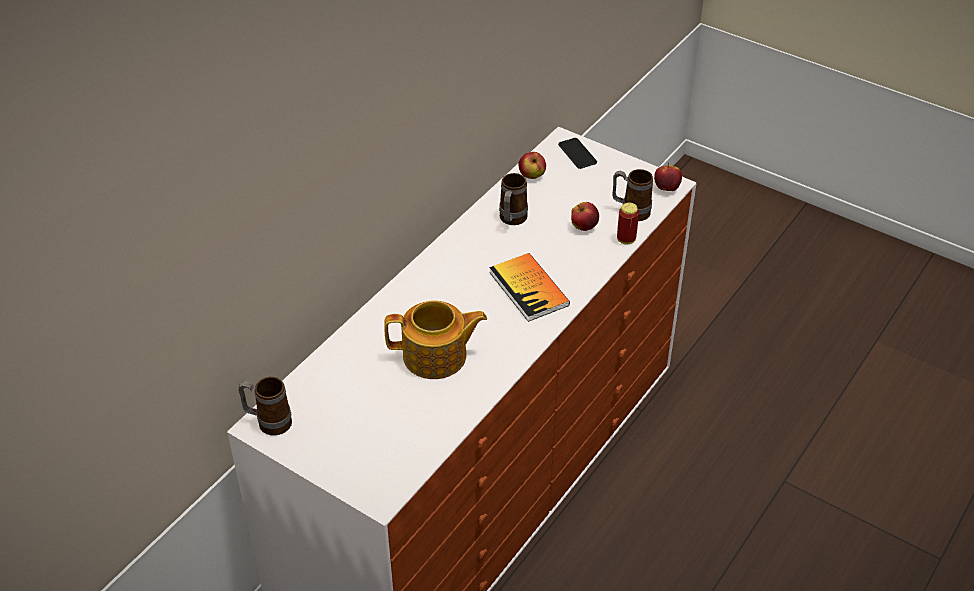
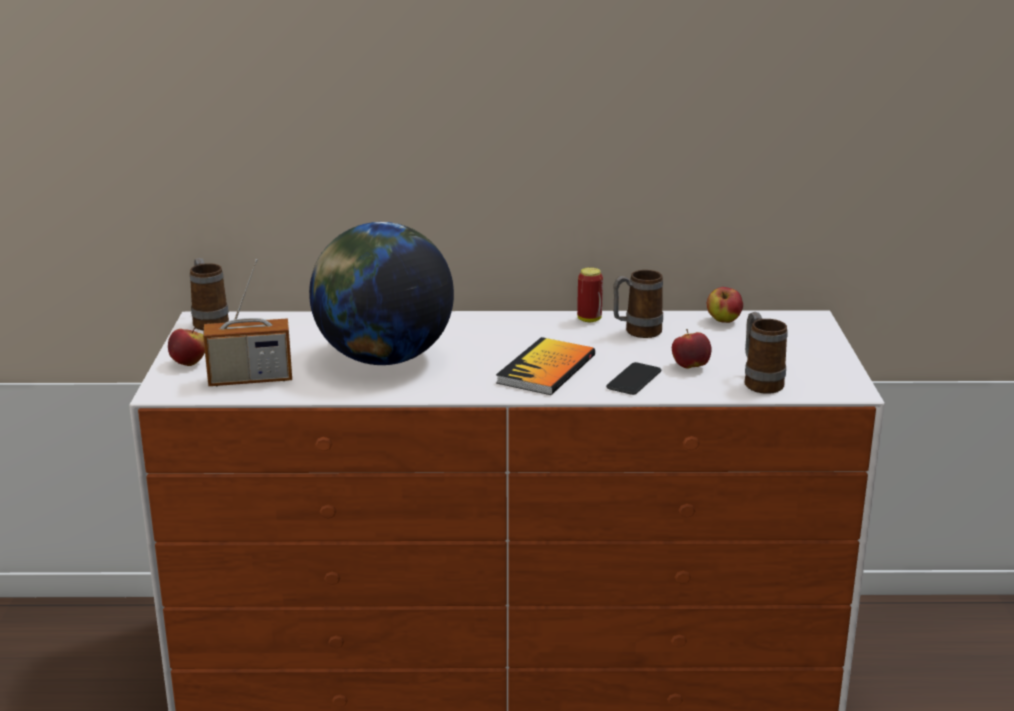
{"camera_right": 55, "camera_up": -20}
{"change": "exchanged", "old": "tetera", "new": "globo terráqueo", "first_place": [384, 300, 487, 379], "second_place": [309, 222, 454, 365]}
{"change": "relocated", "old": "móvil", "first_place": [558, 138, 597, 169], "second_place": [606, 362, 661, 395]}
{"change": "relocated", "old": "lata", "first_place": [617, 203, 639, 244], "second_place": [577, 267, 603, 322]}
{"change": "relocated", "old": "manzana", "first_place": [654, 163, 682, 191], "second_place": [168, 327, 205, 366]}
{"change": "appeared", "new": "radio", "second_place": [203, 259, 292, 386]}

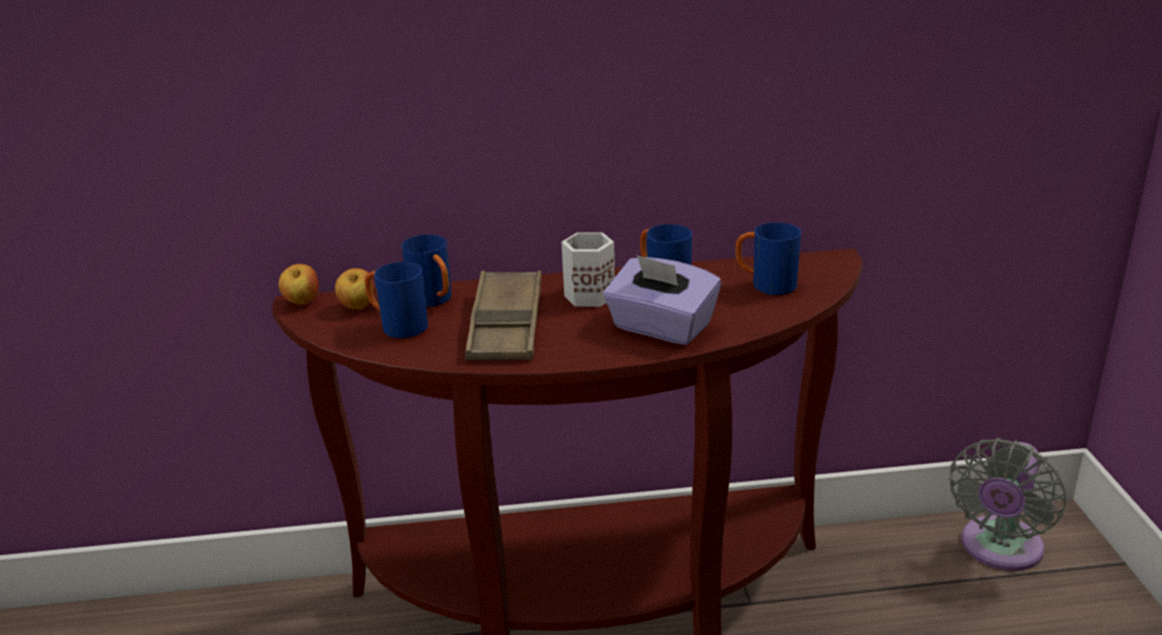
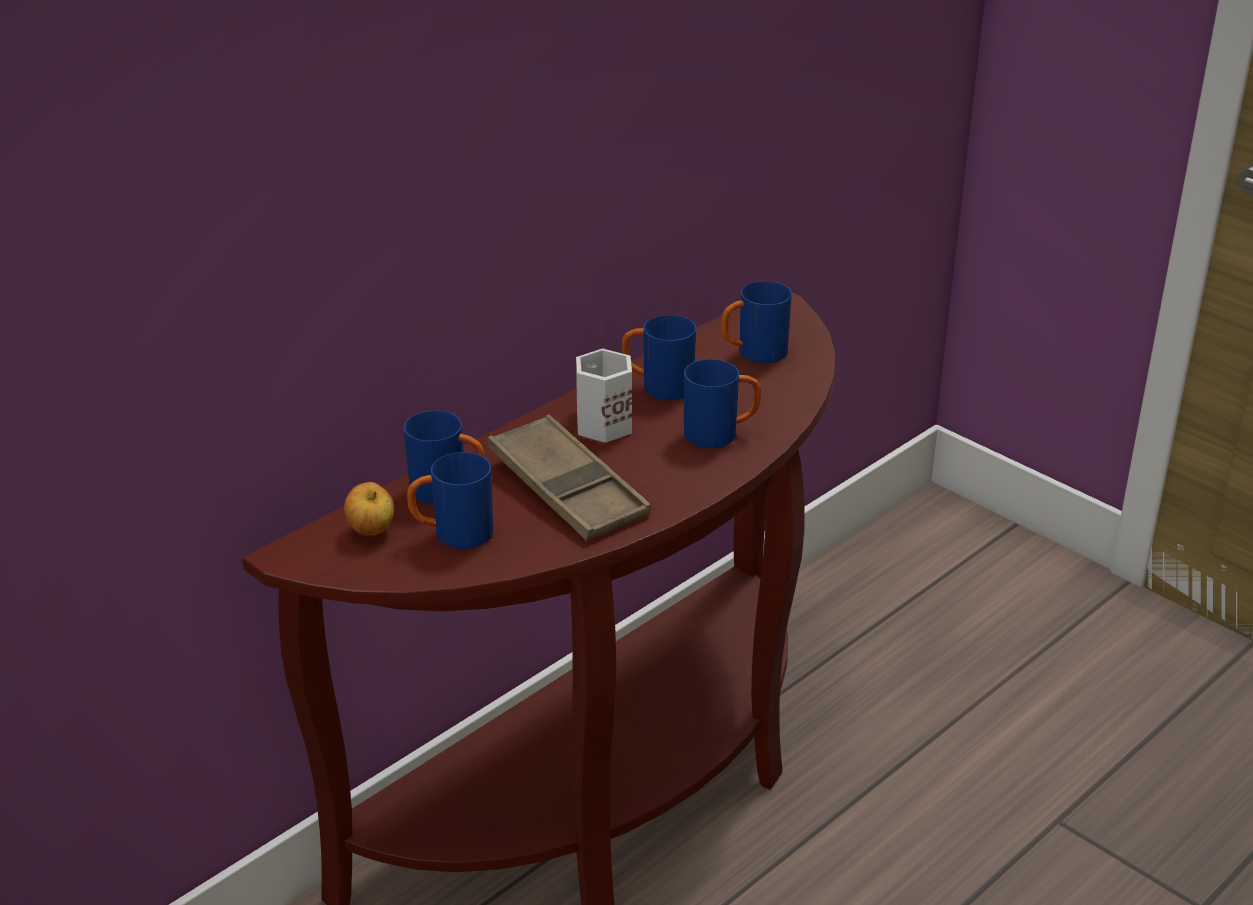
{"camera_right": -40, "camera_up": 5}
{"change": "missing", "old": "manzana", "first_place": [279, 264, 319, 305]}
{"change": "exchanged", "old": "caja de pañuelos/morado", "new": "taza grande/azul", "first_place": [603, 255, 721, 345], "second_place": [684, 359, 761, 448]}
{"change": "missing", "old": "ventilador/gris", "first_place": [950, 438, 1066, 571]}

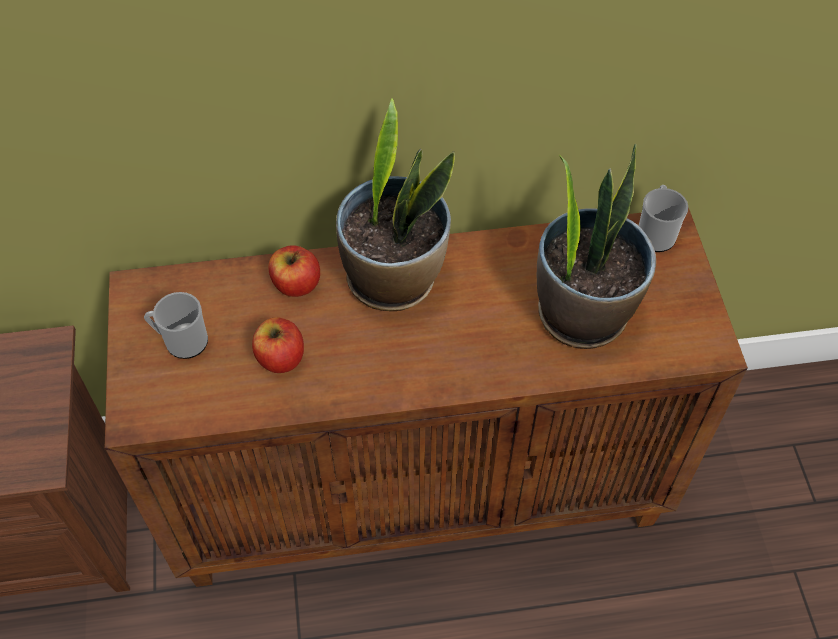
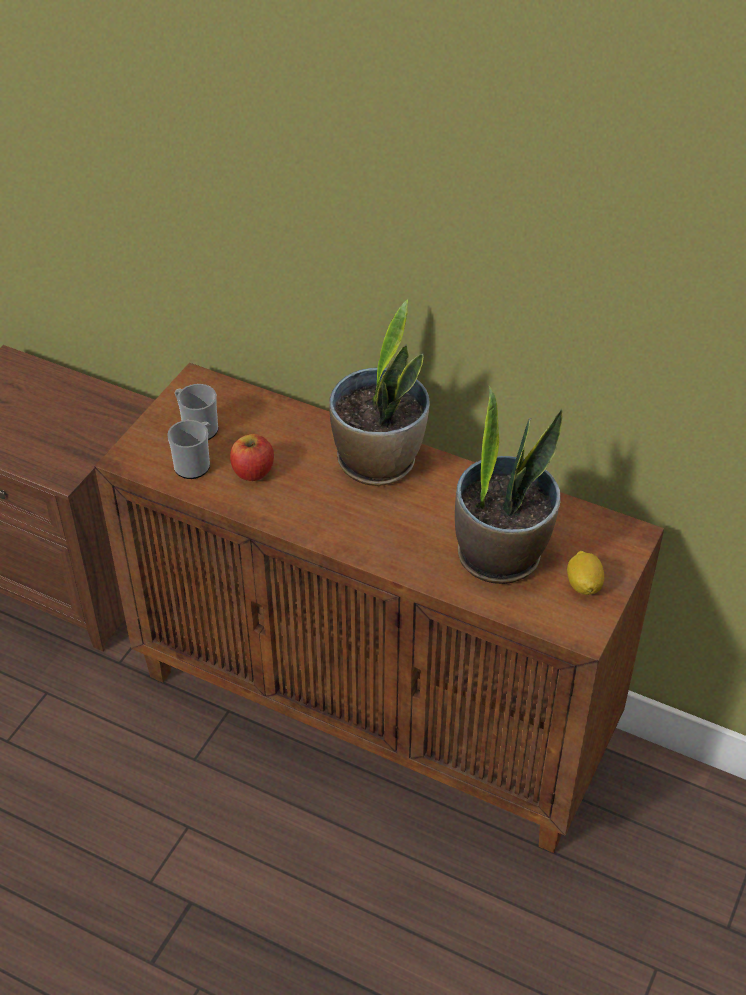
{"camera_right": 35, "camera_up": -10}
{"change": "missing", "old": "manzana", "first_place": [268, 245, 320, 297]}
{"change": "relocated", "old": "taza grande", "first_place": [639, 185, 688, 252], "second_place": [167, 420, 210, 479]}
{"change": "appeared", "new": "limón", "second_place": [567, 551, 604, 595]}

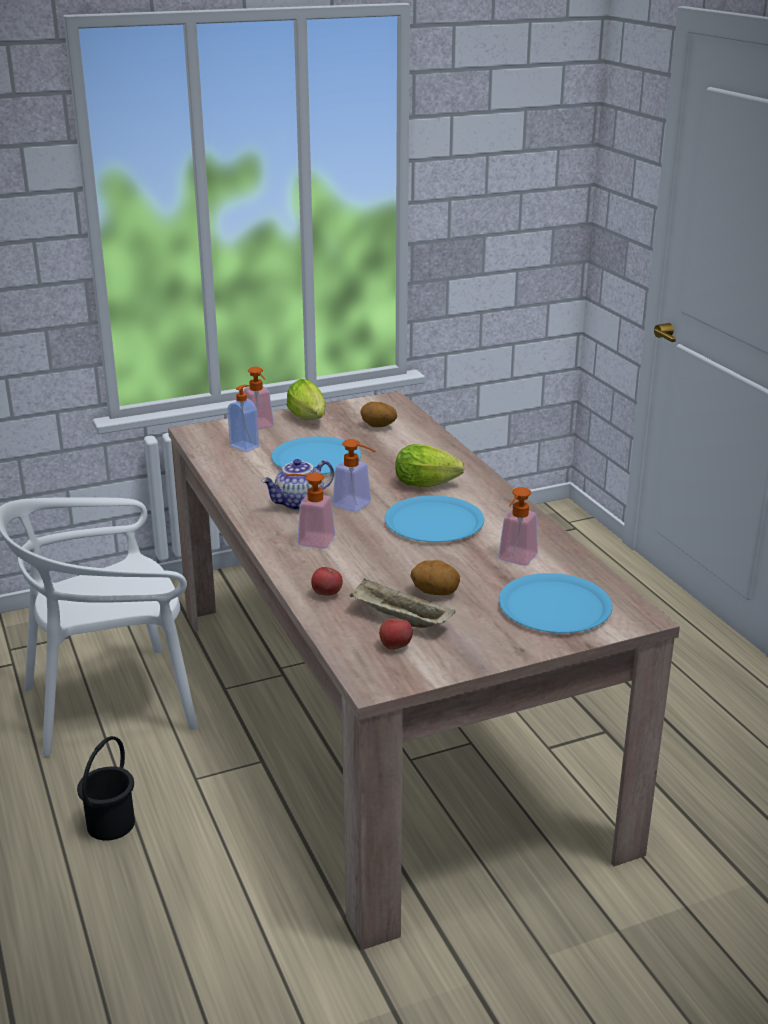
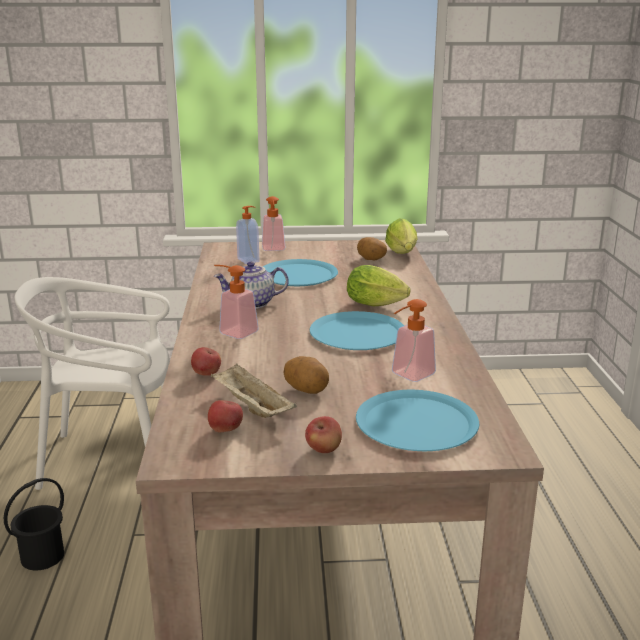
{"camera_right": 20, "camera_up": -5}
{"change": "relocated", "old": "lechuga", "first_place": [287, 379, 326, 420], "second_place": [385, 218, 418, 254]}
{"change": "missing", "old": "dispensador de jabón", "first_place": [332, 439, 375, 512]}
{"change": "appeared", "new": "manzana", "second_place": [305, 416, 342, 453]}

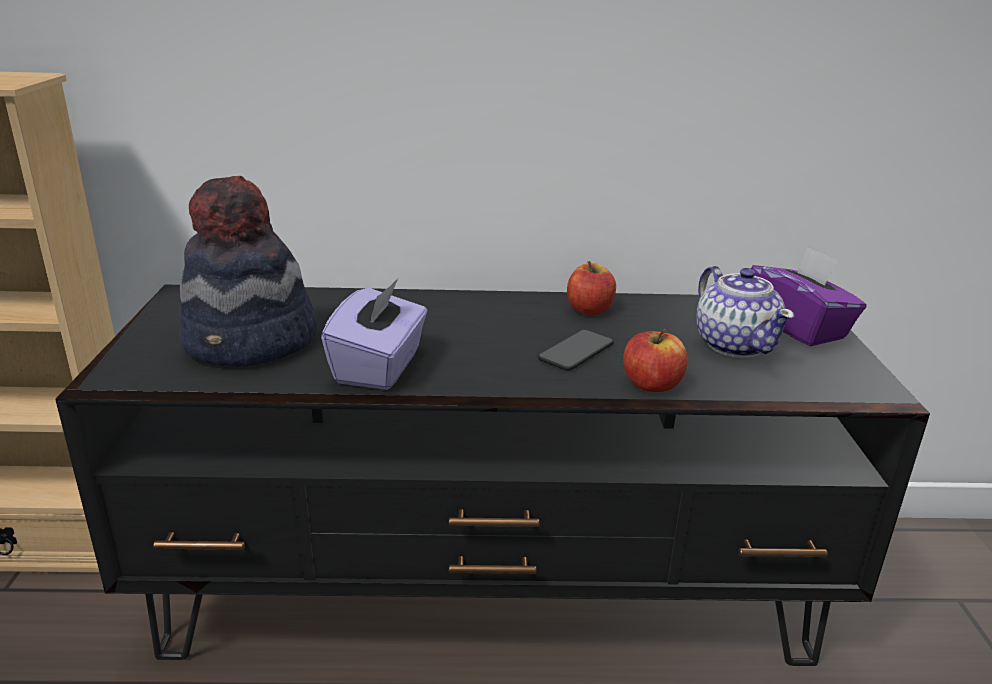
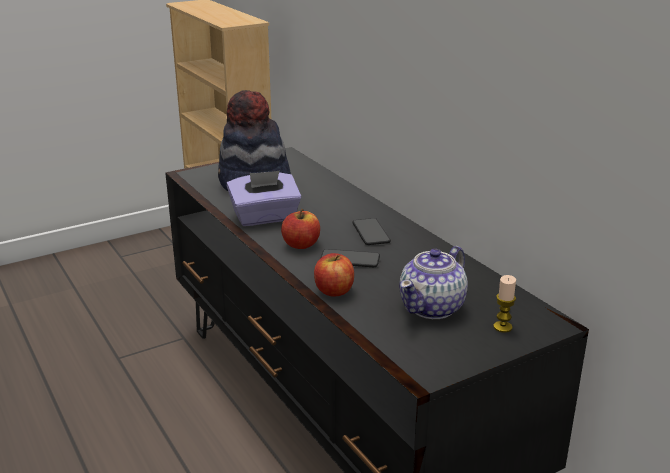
{"camera_right": 60, "camera_up": 0}
{"change": "relocated", "old": "manzana", "first_place": [567, 261, 616, 315], "second_place": [281, 209, 320, 249]}
{"change": "exchanged", "old": "caja de pañuelos/morado", "new": "vela", "first_place": [751, 247, 867, 346], "second_place": [493, 275, 516, 332]}
{"change": "appeared", "new": "móvil", "second_place": [352, 218, 391, 245]}

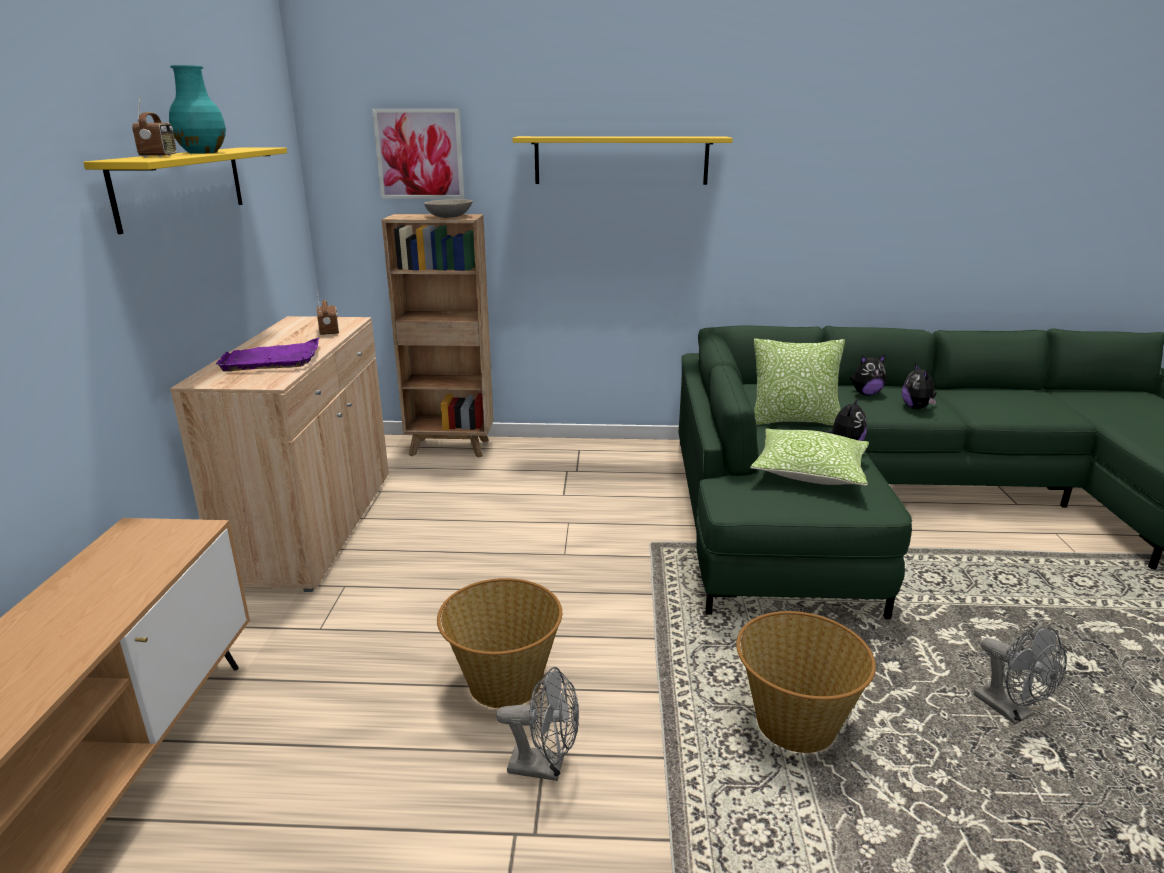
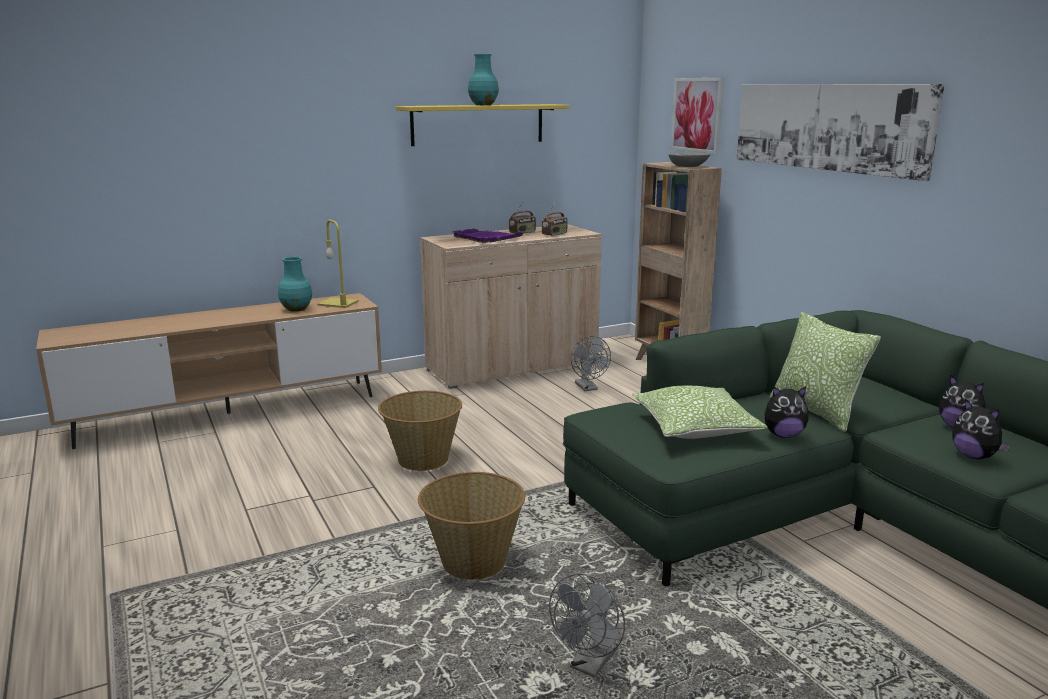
{"camera_right": 60, "camera_up": -5}
{"change": "relocated", "old": "radio", "first_place": [132, 94, 177, 157], "second_place": [509, 202, 536, 234]}
{"change": "relocated", "old": "ventilador/gris", "first_place": [496, 667, 579, 781], "second_place": [571, 336, 611, 391]}
{"change": "exchanged", "old": "estante/amarillo", "new": "cuadro", "first_place": [513, 136, 733, 185], "second_place": [737, 84, 945, 181]}
{"change": "spun", "old": "peluche", "first_place": [902, 362, 937, 409], "second_place": [952, 399, 1011, 459], "degrees": -90}
{"change": "appeared", "new": "florero/turquesa", "second_place": [278, 257, 312, 312]}
{"change": "appeared", "new": "lámpara de mesa/amarillo", "second_place": [318, 219, 359, 308]}

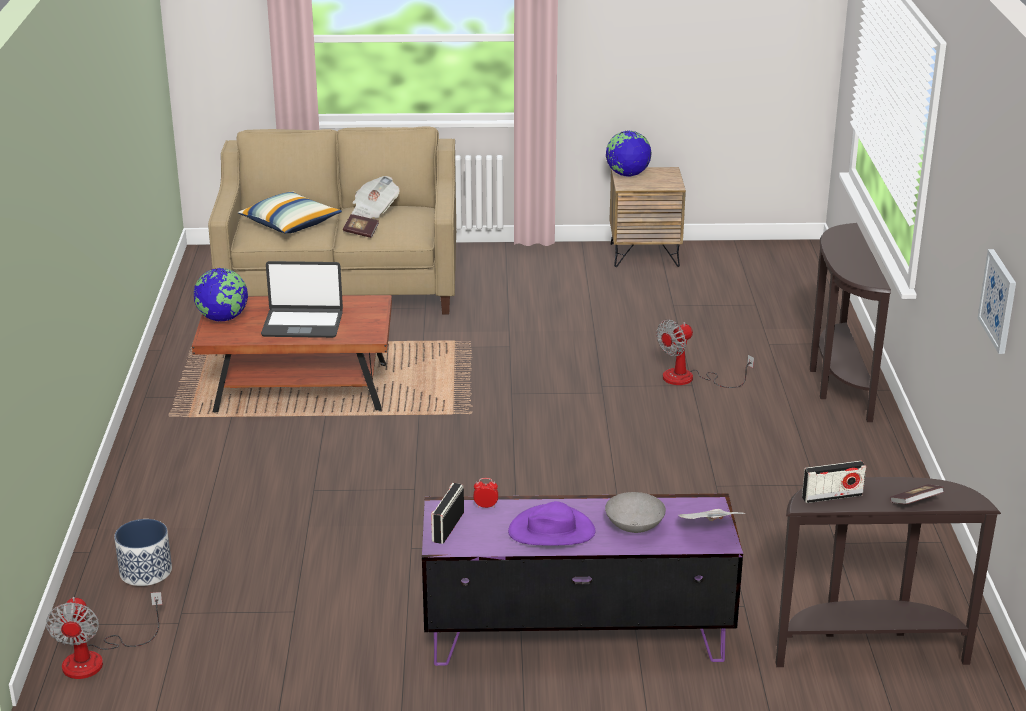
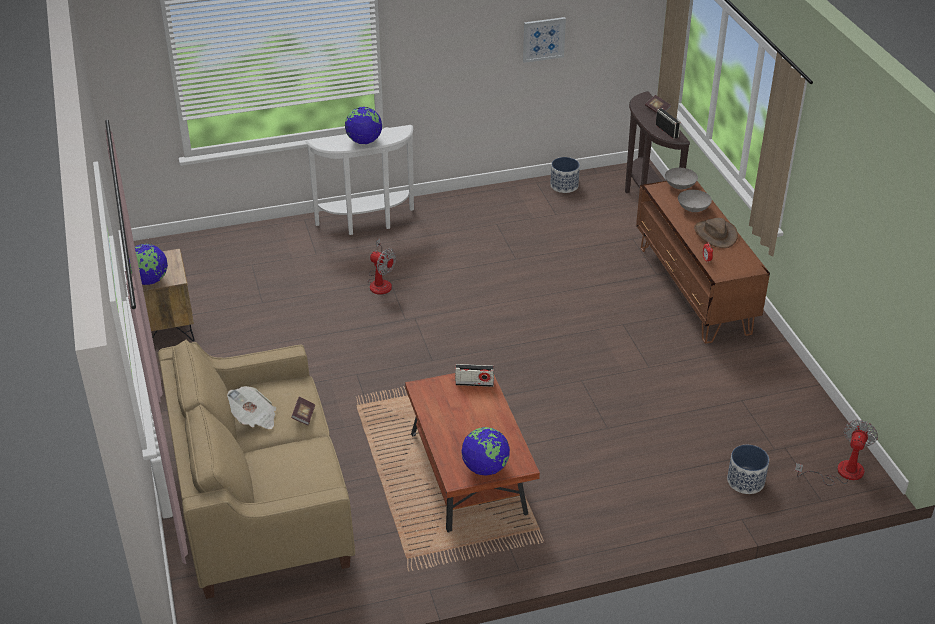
{"camera_right": -105, "camera_up": 10}
{"change": "spun", "old": "ventilador", "first_place": [46, 592, 163, 679], "second_place": [795, 420, 878, 486], "degrees": -45}
{"change": "missing", "old": "cojín", "first_place": [238, 192, 342, 234]}
{"change": "missing", "old": "portátil", "first_place": [261, 261, 343, 338]}
{"change": "colour", "old": "mueble de televisión/morado", "new": "mueble de televisión/marrón", "first_place": [422, 493, 743, 666], "second_place": [636, 181, 770, 344]}
{"change": "relocated", "old": "radio", "first_place": [431, 483, 464, 544], "second_place": [455, 364, 494, 387]}
{"change": "colour", "old": "sombrero/morado", "new": "sombrero/marrón", "first_place": [508, 501, 595, 546], "second_place": [694, 218, 738, 248]}
{"change": "exchanged", "old": "periódico", "new": "cuenco/gris", "first_place": [679, 509, 746, 521], "second_place": [665, 168, 698, 190]}
{"change": "colour", "old": "mesa consola/marrón", "new": "mesa consola/blanco", "first_place": [810, 223, 891, 422], "second_place": [305, 125, 414, 235]}
{"change": "appeared", "new": "globo terráqueo", "second_place": [345, 107, 382, 144]}
{"change": "appeared", "new": "maceta", "second_place": [550, 157, 580, 193]}

